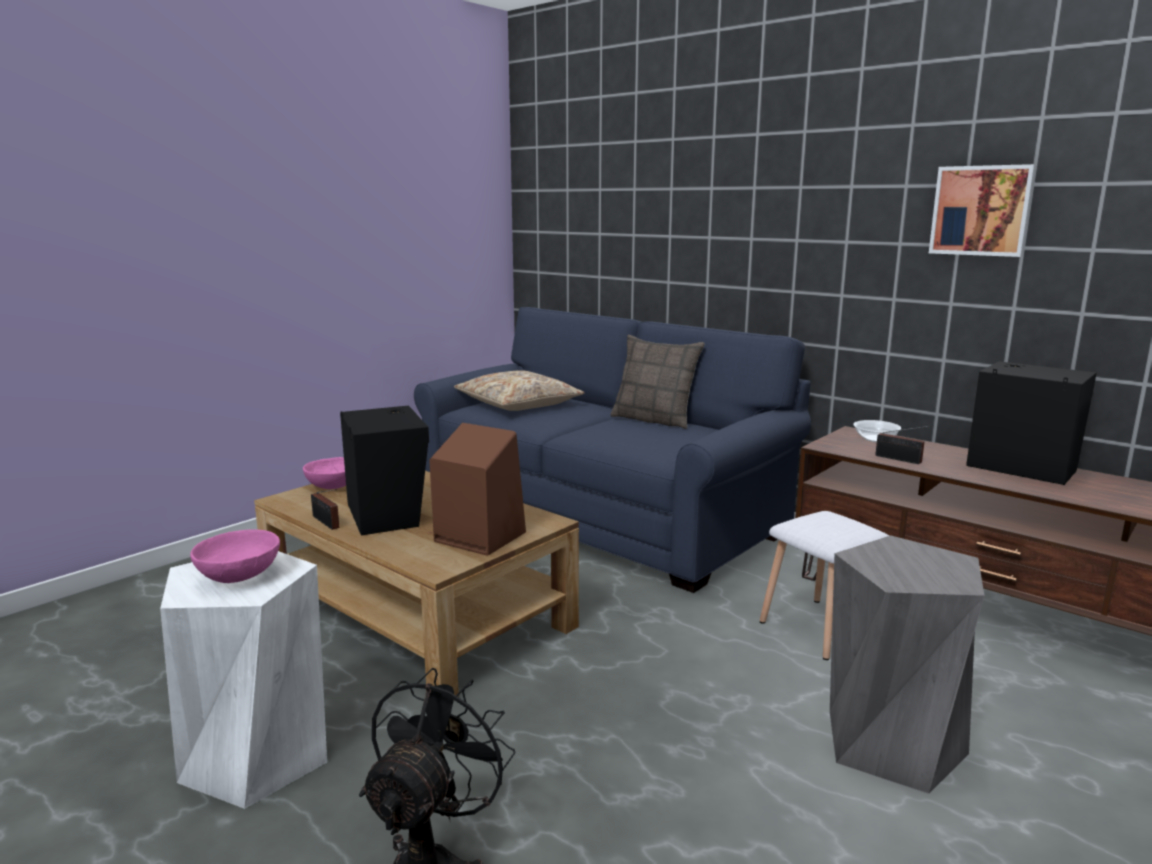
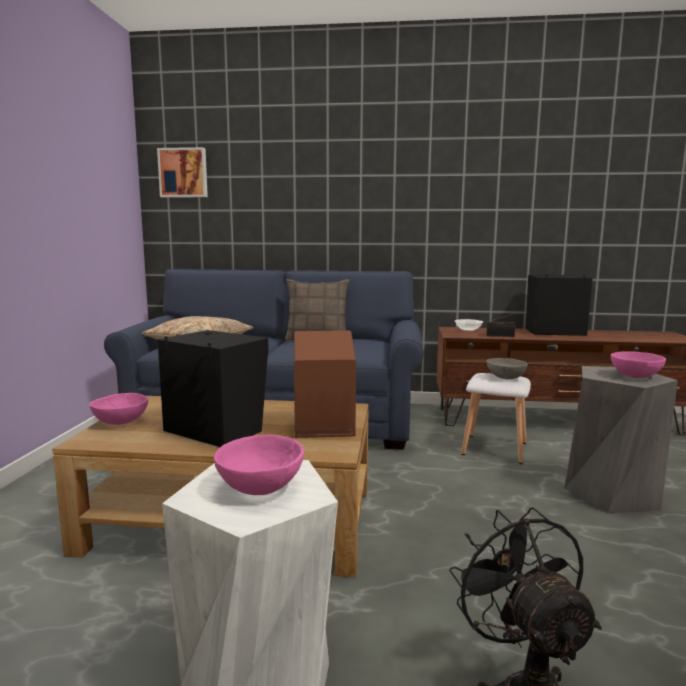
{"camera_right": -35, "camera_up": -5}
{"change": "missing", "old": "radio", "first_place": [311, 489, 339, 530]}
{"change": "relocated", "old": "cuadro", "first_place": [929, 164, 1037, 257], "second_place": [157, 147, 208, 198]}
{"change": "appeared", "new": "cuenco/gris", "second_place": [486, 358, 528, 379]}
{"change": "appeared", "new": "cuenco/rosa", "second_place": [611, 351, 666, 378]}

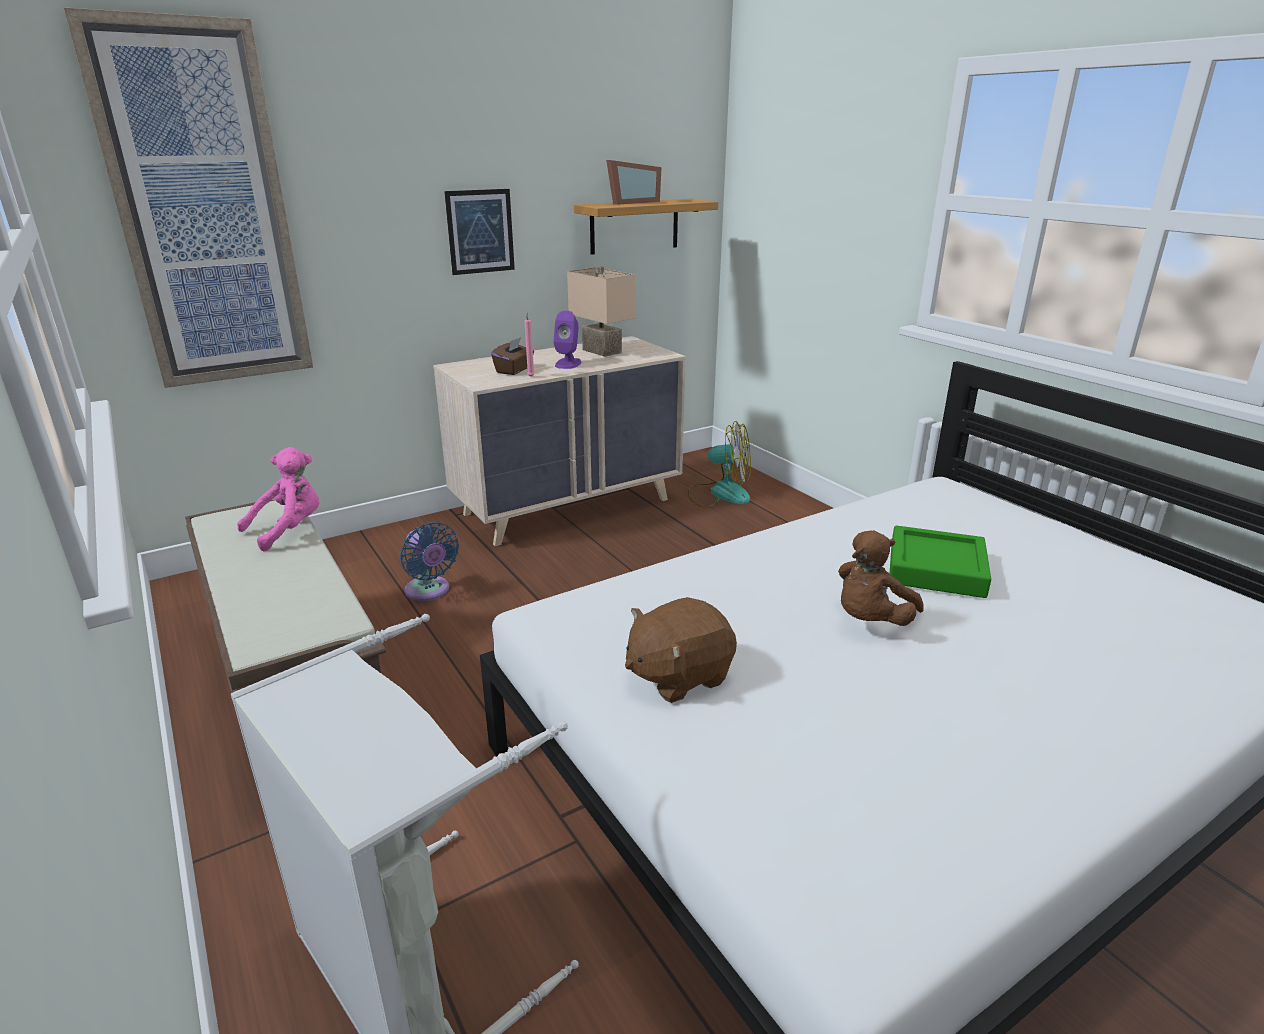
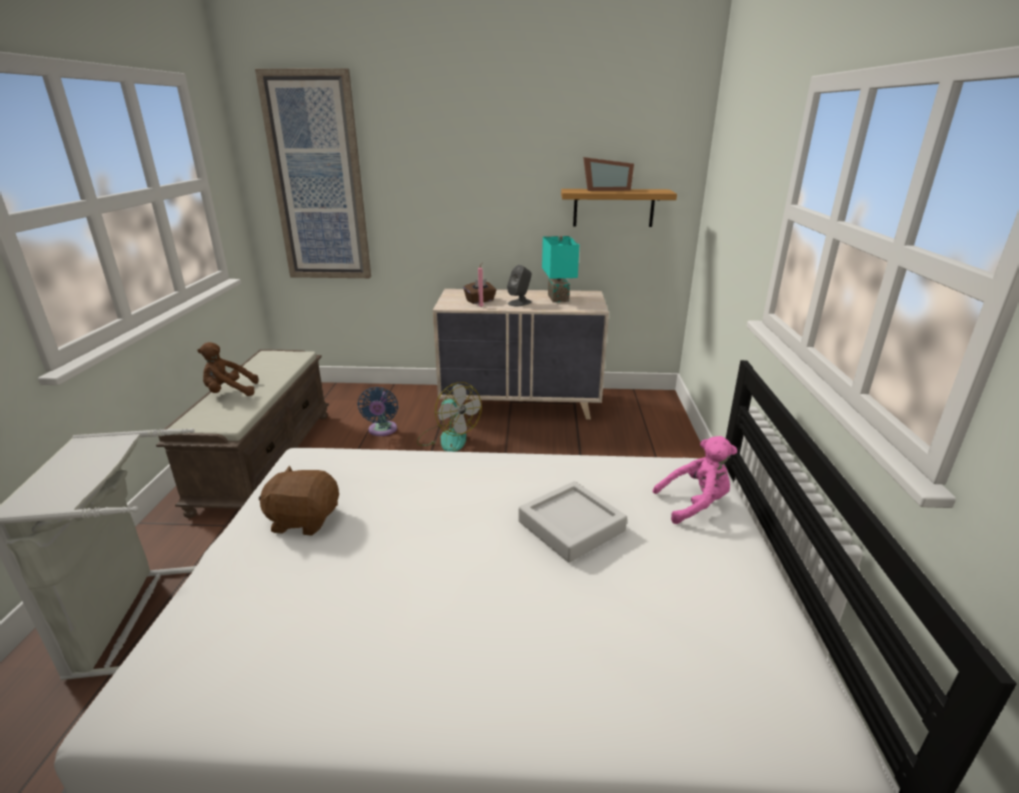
{"camera_right": 35, "camera_up": 0}
{"change": "relocated", "old": "peluche/rosa", "first_place": [237, 447, 319, 551], "second_place": [652, 436, 737, 524]}
{"change": "missing", "old": "cuadro", "first_place": [444, 189, 515, 275]}
{"change": "colour", "old": "altavoz/morado", "new": "altavoz/gris", "first_place": [553, 310, 581, 369], "second_place": [507, 265, 532, 307]}
{"change": "colour", "old": "lámpara de mesa/beis", "new": "lámpara de mesa/turquesa", "first_place": [567, 266, 635, 357], "second_place": [542, 236, 579, 303]}
{"change": "relocated", "old": "ventilador", "first_place": [688, 421, 751, 508], "second_place": [417, 382, 482, 452]}
{"change": "relocated", "old": "peluche/marrón", "first_place": [838, 530, 923, 626], "second_place": [197, 342, 259, 396]}
{"change": "colour", "old": "bandeja/verde", "new": "bandeja/gris", "first_place": [890, 525, 991, 598], "second_place": [519, 481, 627, 563]}

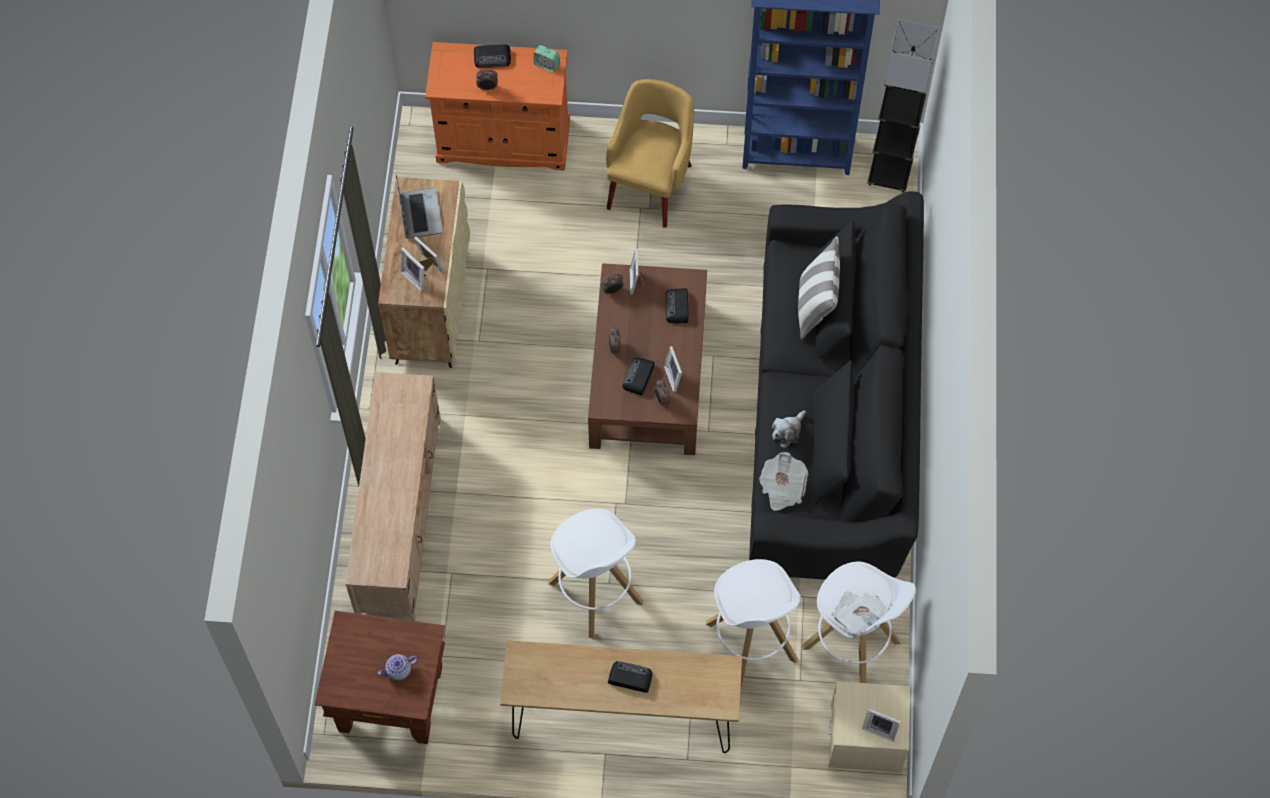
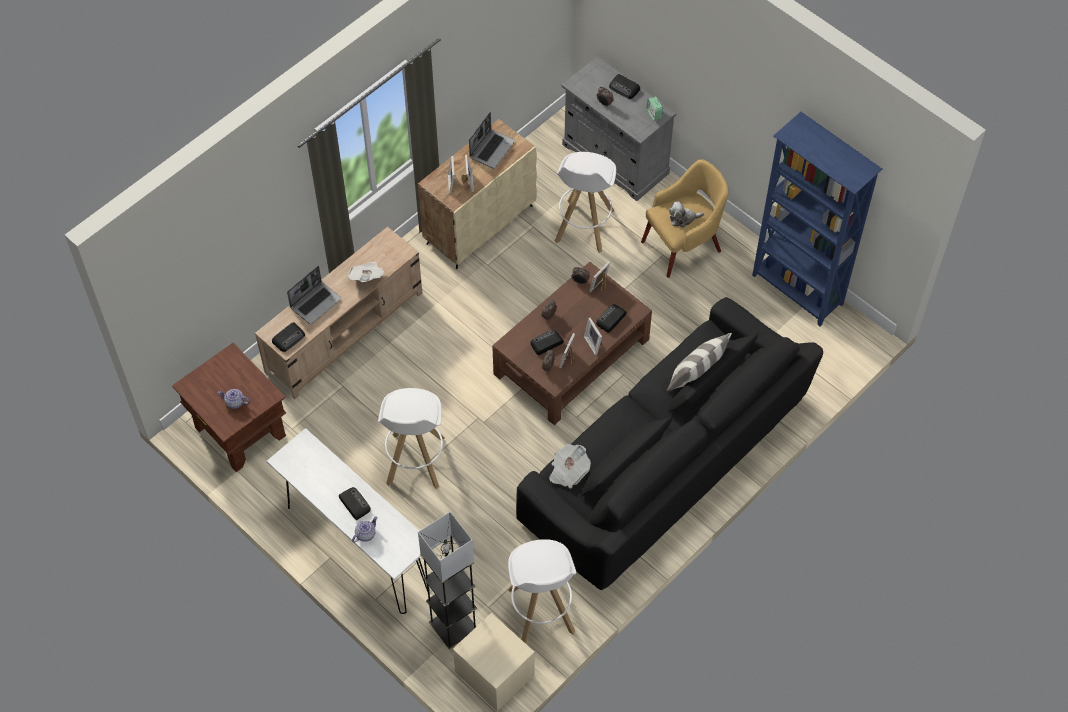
{"camera_right": 40, "camera_up": -5}
{"change": "colour", "old": "armario/naranja", "new": "armario/gris", "first_place": [425, 42, 570, 171], "second_place": [561, 56, 676, 201]}
{"change": "colour", "old": "mesa consola/marrón", "new": "mesa consola/blanco", "first_place": [500, 640, 742, 753], "second_place": [267, 428, 428, 614]}
{"change": "relocated", "old": "taburete/blanco", "first_place": [706, 559, 801, 687], "second_place": [555, 152, 616, 253]}
{"change": "relocated", "old": "peluche", "first_place": [772, 410, 806, 448], "second_place": [669, 201, 704, 228]}
{"change": "relocated", "old": "periódico", "first_place": [831, 591, 886, 634], "second_place": [347, 261, 385, 282]}
{"change": "relocated", "old": "portarretratos", "first_place": [862, 709, 901, 742], "second_place": [584, 318, 602, 355]}
{"change": "relocated", "old": "lámpara de pie/gris", "first_place": [867, 19, 940, 193], "second_place": [418, 512, 477, 649]}
{"change": "appeared", "new": "radio", "second_place": [272, 322, 305, 352]}
{"change": "appeared", "new": "portátil", "second_place": [287, 266, 341, 324]}
{"change": "appeared", "new": "tetera", "second_place": [352, 516, 378, 543]}

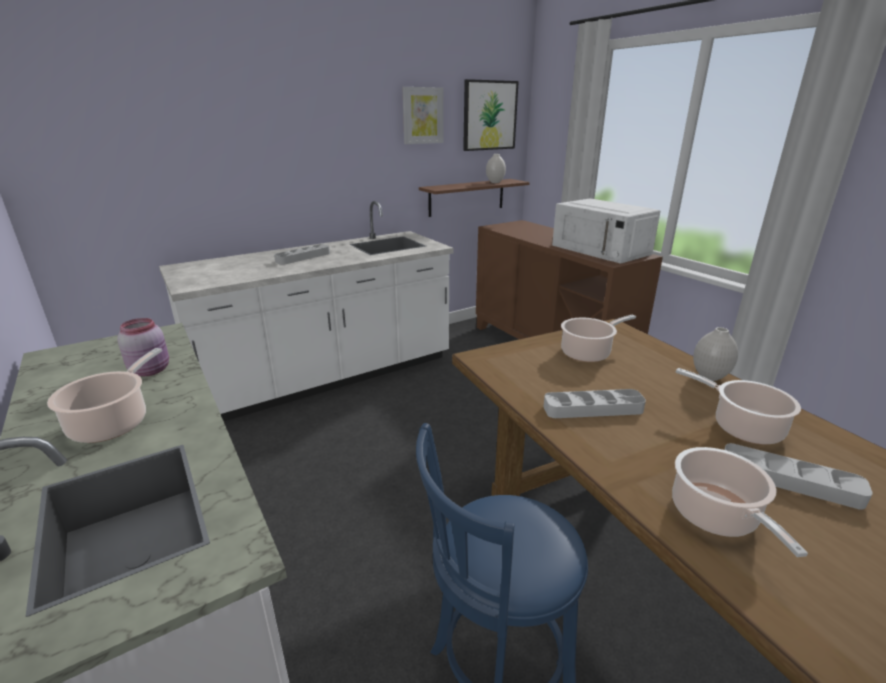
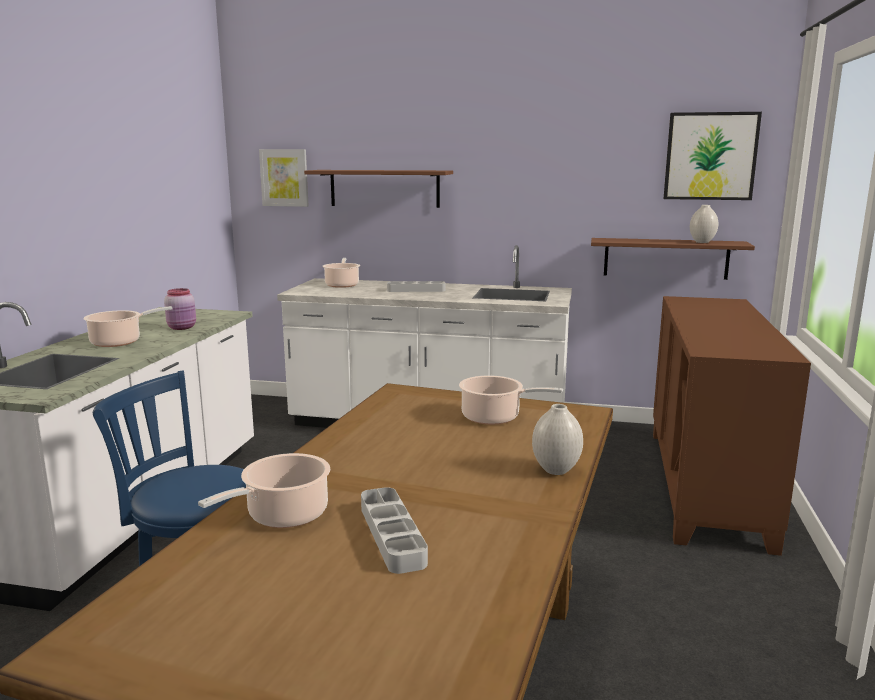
{"camera_right": 45, "camera_up": -10}
{"change": "relocated", "old": "cuadro", "first_place": [402, 87, 443, 144], "second_place": [259, 149, 308, 207]}
{"change": "missing", "old": "bandeja/gris", "first_place": [543, 389, 646, 418]}
{"change": "missing", "old": "microondas/blanco", "first_place": [552, 198, 660, 264]}
{"change": "relocated", "old": "olla", "first_place": [676, 368, 801, 444], "second_place": [323, 258, 360, 288]}
{"change": "appeared", "new": "estante/marrón", "second_place": [304, 170, 453, 208]}

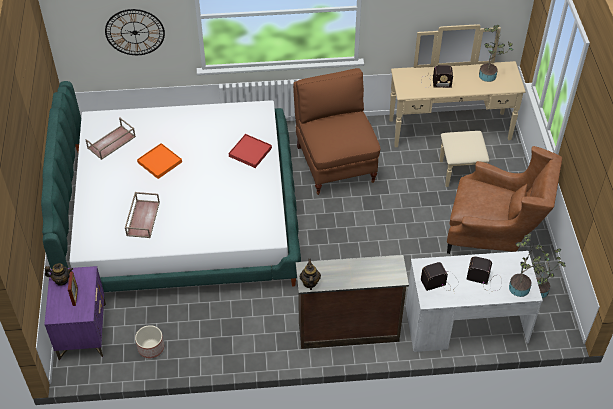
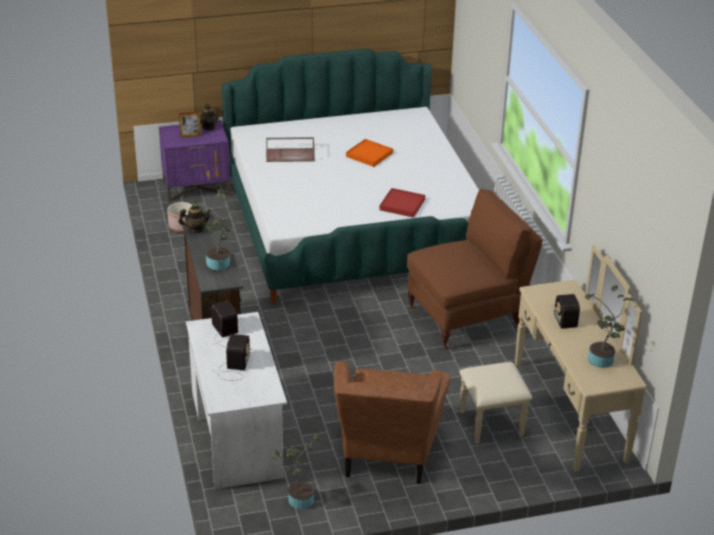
{"camera_right": 80, "camera_up": -15}
{"change": "missing", "old": "bandeja/marrón", "first_place": [86, 117, 136, 160]}
{"change": "missing", "old": "reloj de pared", "first_place": [105, 9, 165, 55]}
{"change": "relocated", "old": "planta en maceta", "first_place": [509, 234, 550, 297], "second_place": [193, 191, 238, 270]}

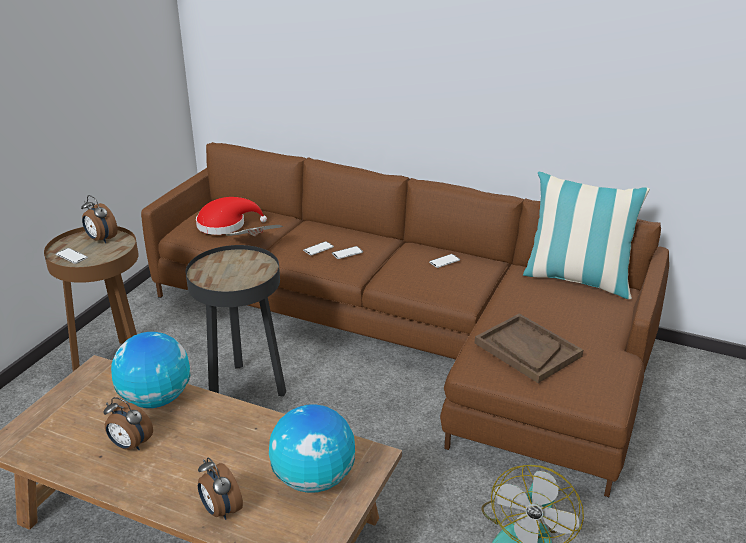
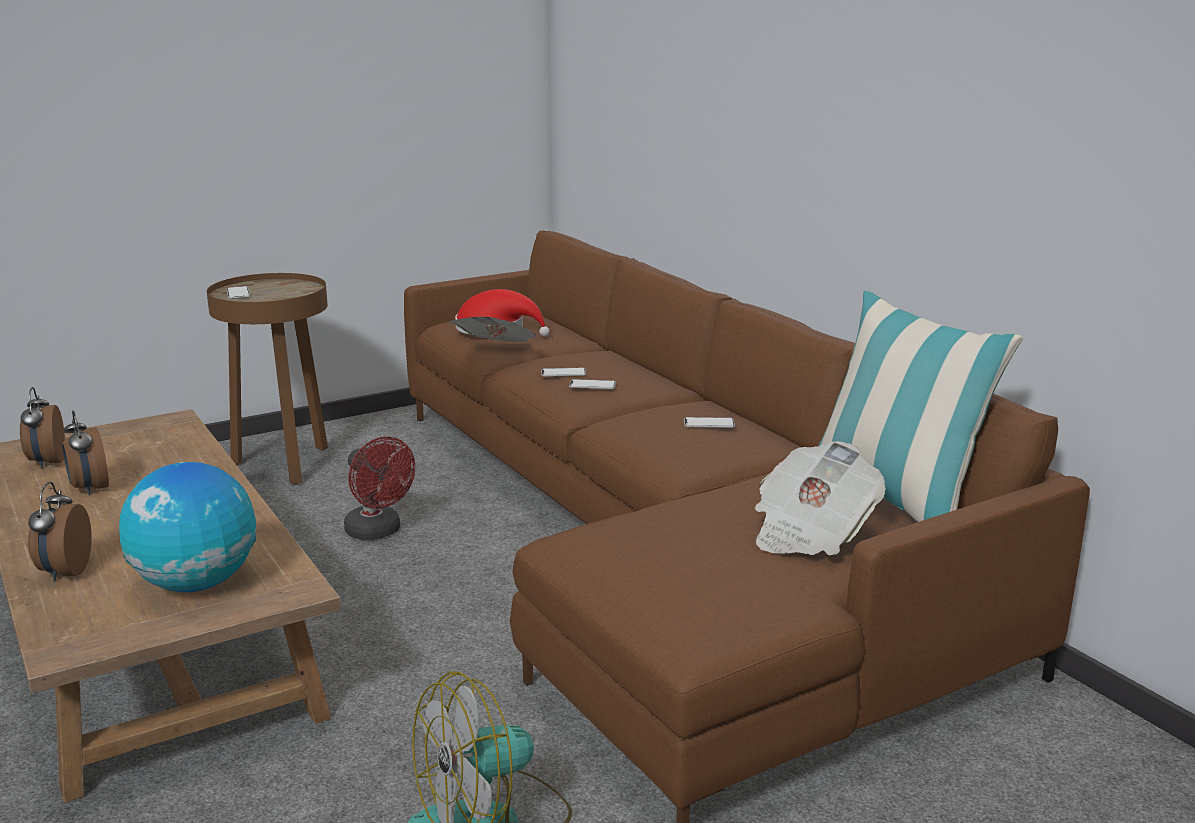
{"camera_right": 35, "camera_up": -10}
{"change": "relocated", "old": "despertador", "first_place": [81, 195, 118, 243], "second_place": [20, 387, 65, 469]}
{"change": "missing", "old": "globo terráqueo", "first_place": [111, 332, 190, 408]}
{"change": "exchanged", "old": "mesa auxiliar/negro", "new": "ventilador/rojo", "first_place": [186, 245, 286, 397], "second_place": [344, 437, 415, 540]}
{"change": "missing", "old": "bandeja/marrón", "first_place": [475, 314, 583, 383]}
{"change": "appeared", "new": "periódico", "second_place": [755, 441, 886, 555]}

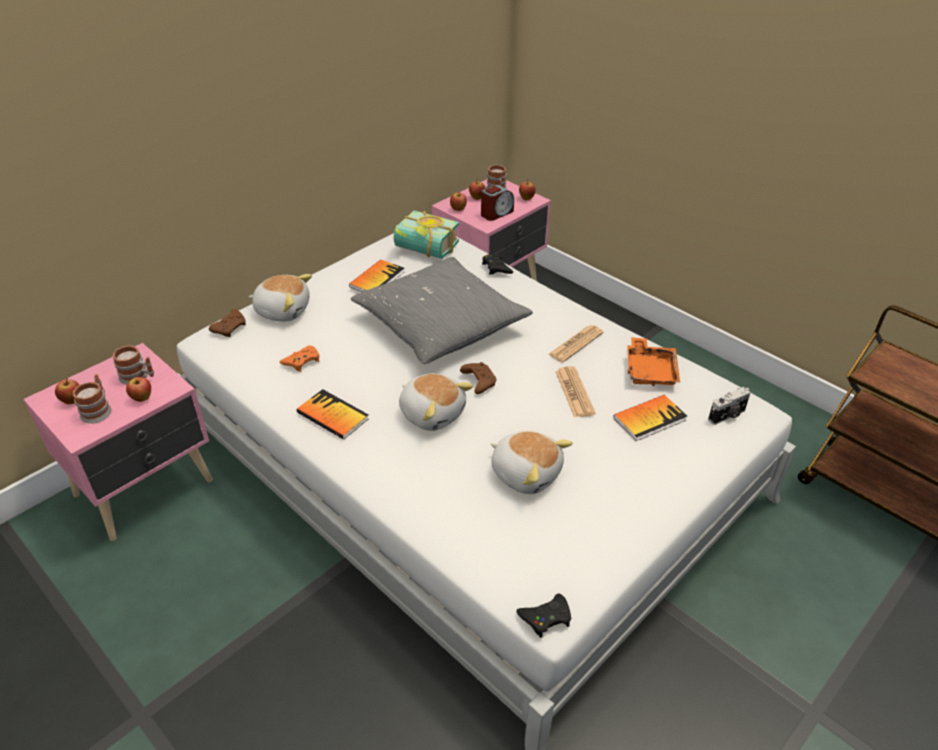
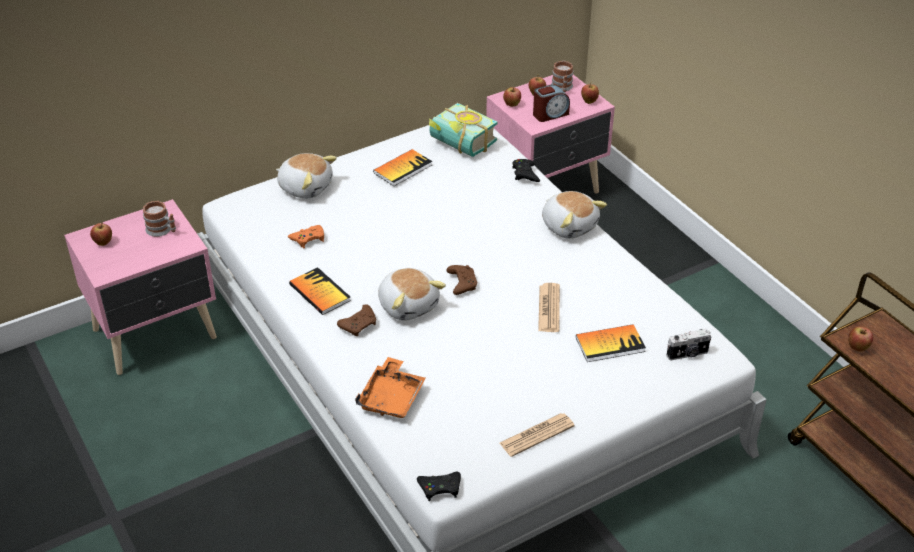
{"camera_right": 15, "camera_up": 0}
{"change": "missing", "old": "taza grande", "first_place": [73, 374, 112, 424]}
{"change": "relocated", "old": "manzana", "first_place": [126, 377, 151, 402], "second_place": [848, 326, 873, 352]}
{"change": "relocated", "old": "mando de consola/marrón", "first_place": [209, 309, 246, 337], "second_place": [337, 304, 376, 336]}
{"change": "missing", "old": "cojín/gris", "first_place": [351, 257, 533, 364]}
{"change": "relocated", "old": "peluche", "first_place": [491, 431, 573, 494], "second_place": [542, 191, 607, 239]}
{"change": "relocated", "old": "periódico", "first_place": [548, 325, 604, 362], "second_place": [500, 413, 575, 457]}
{"change": "relocated", "old": "bandeja/naranja", "first_place": [627, 337, 680, 386], "second_place": [355, 357, 426, 418]}

